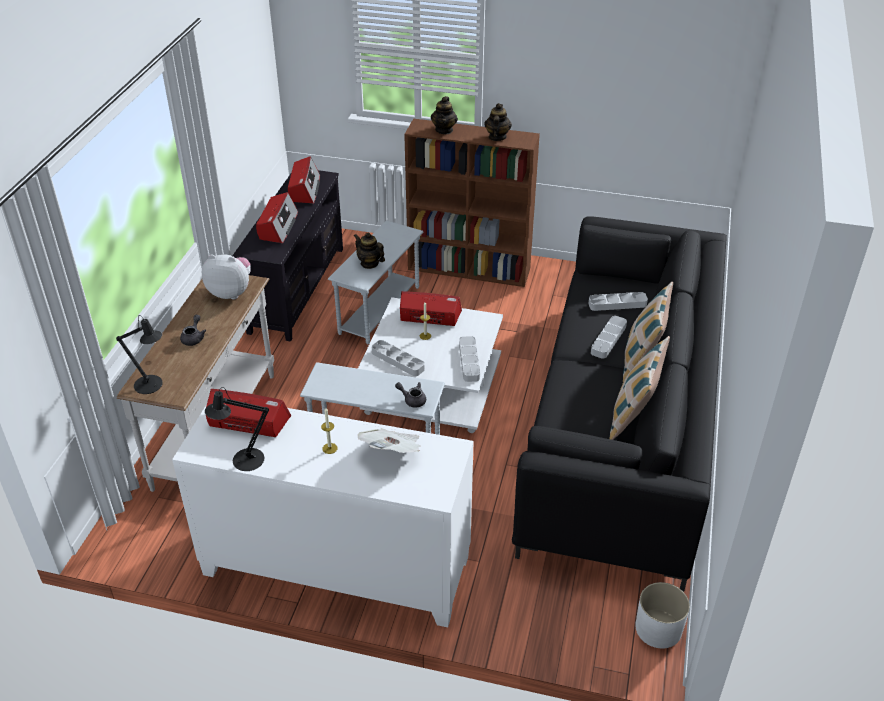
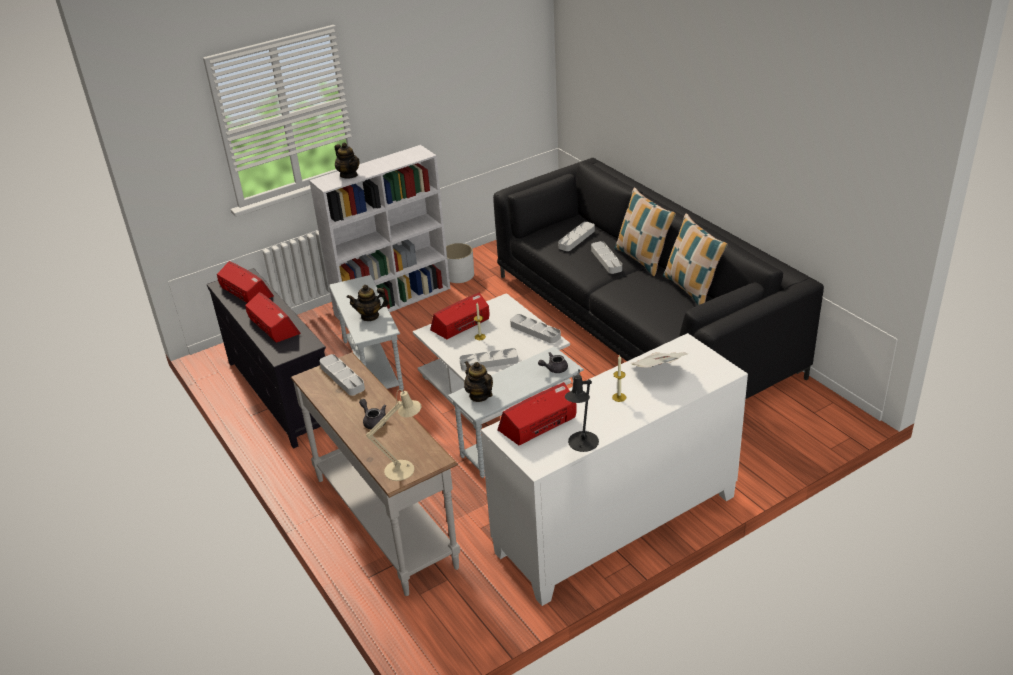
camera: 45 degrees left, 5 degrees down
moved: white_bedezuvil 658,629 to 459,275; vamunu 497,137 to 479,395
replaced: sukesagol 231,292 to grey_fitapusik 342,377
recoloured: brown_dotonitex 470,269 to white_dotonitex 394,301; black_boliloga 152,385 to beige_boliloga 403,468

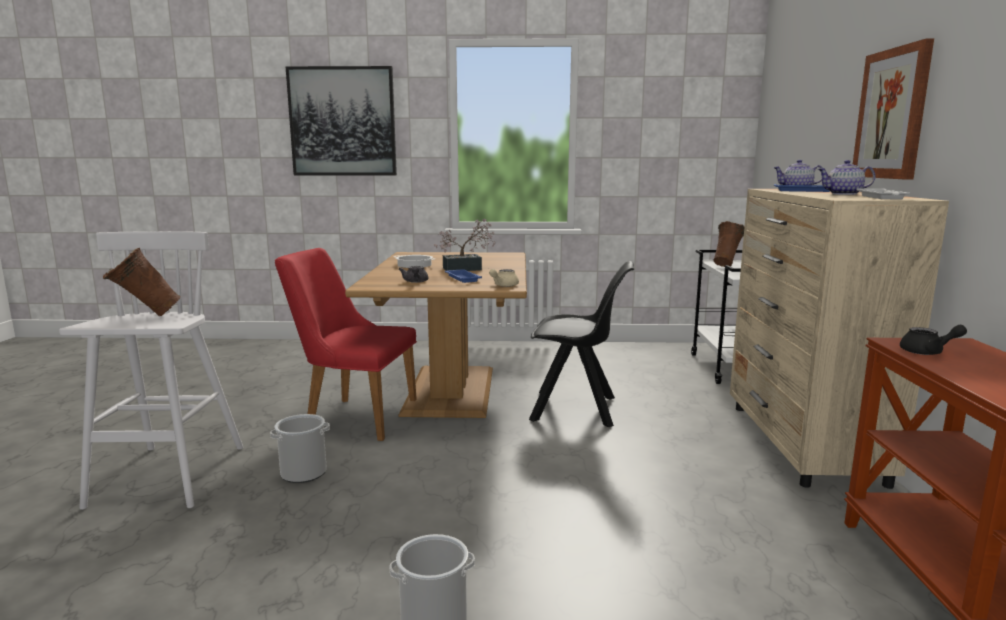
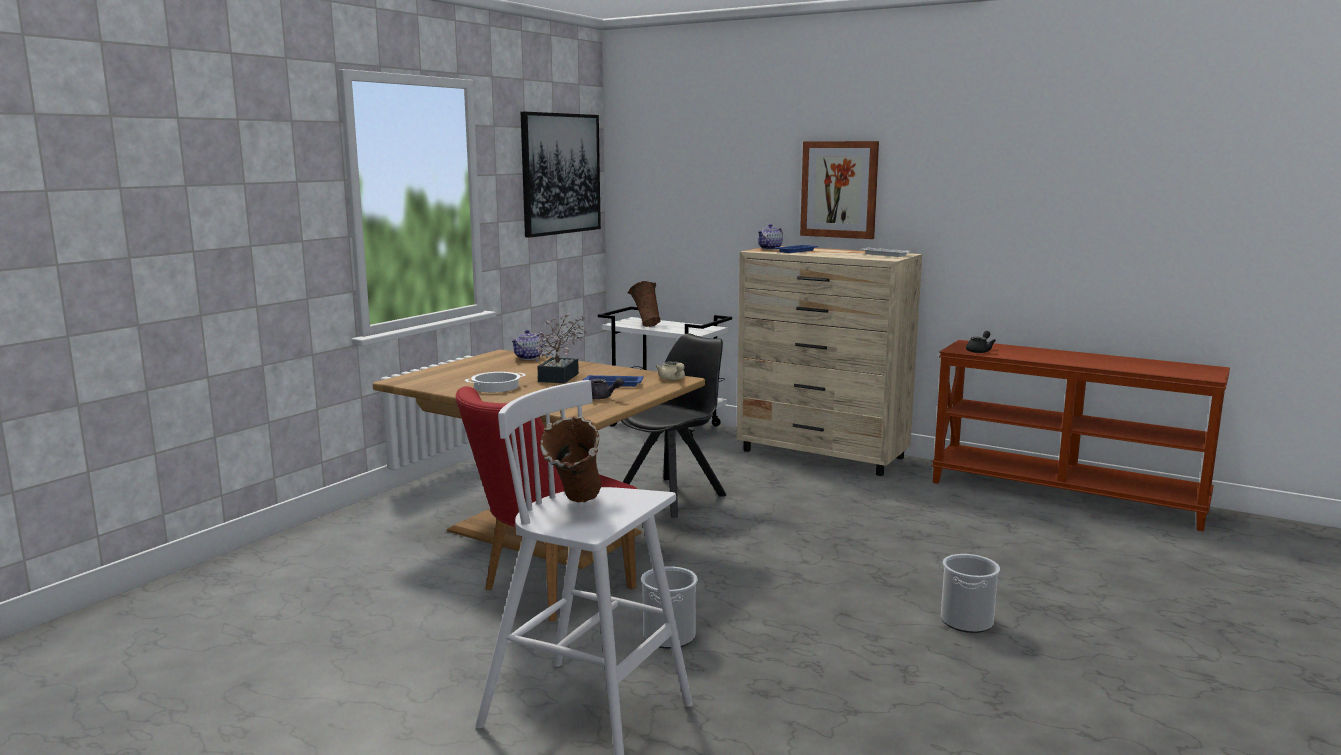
camera: 60 degrees left, 0 degrees up
moved: vamunu 843,194 to 529,358; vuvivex 342,122 to 560,174

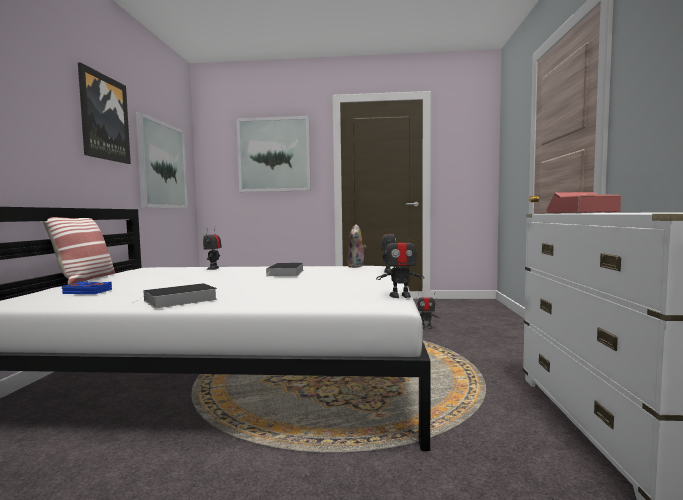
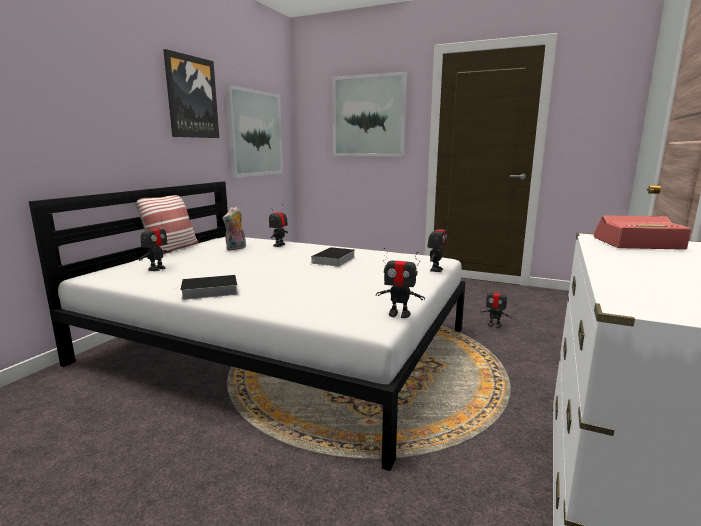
camera: 20 degrees right, 10 degrees up
moved: sukesagol 357,266 to 236,248
replaced: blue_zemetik 87,292 to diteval 157,269

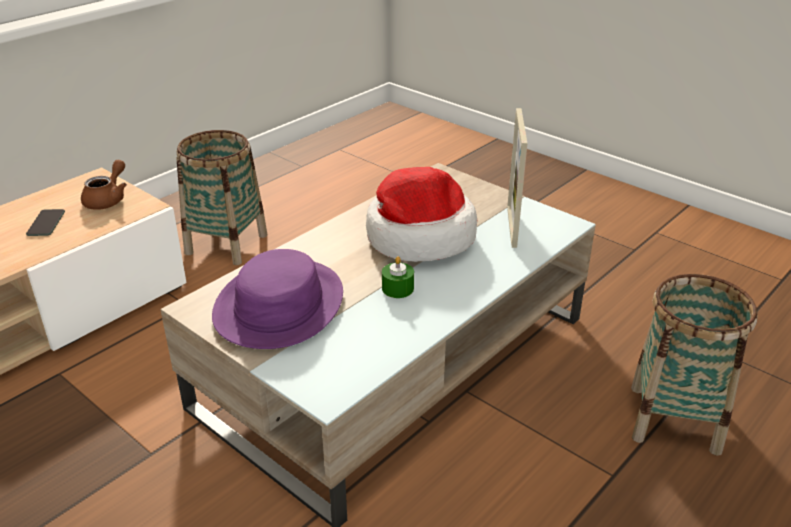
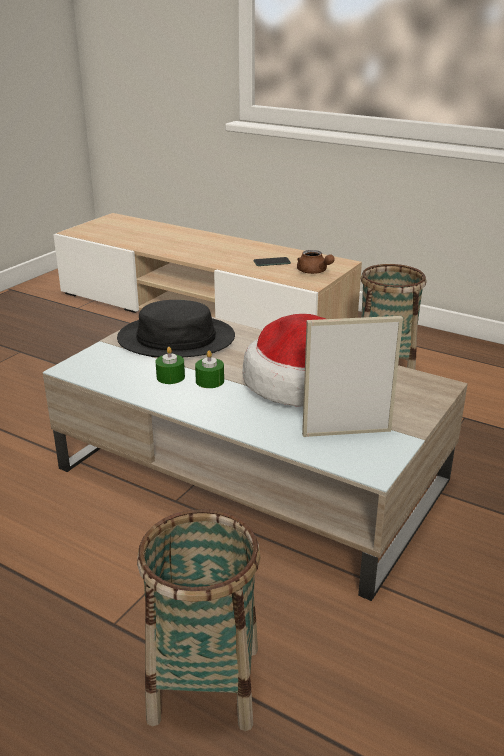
camera: 80 degrees right, 5 degrees down
added: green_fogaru 170,377
recoloured: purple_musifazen 278,305 to black_musifazen 176,339
turned: brown_vamunu 108,199 = 314,272 45 degrees clockwise

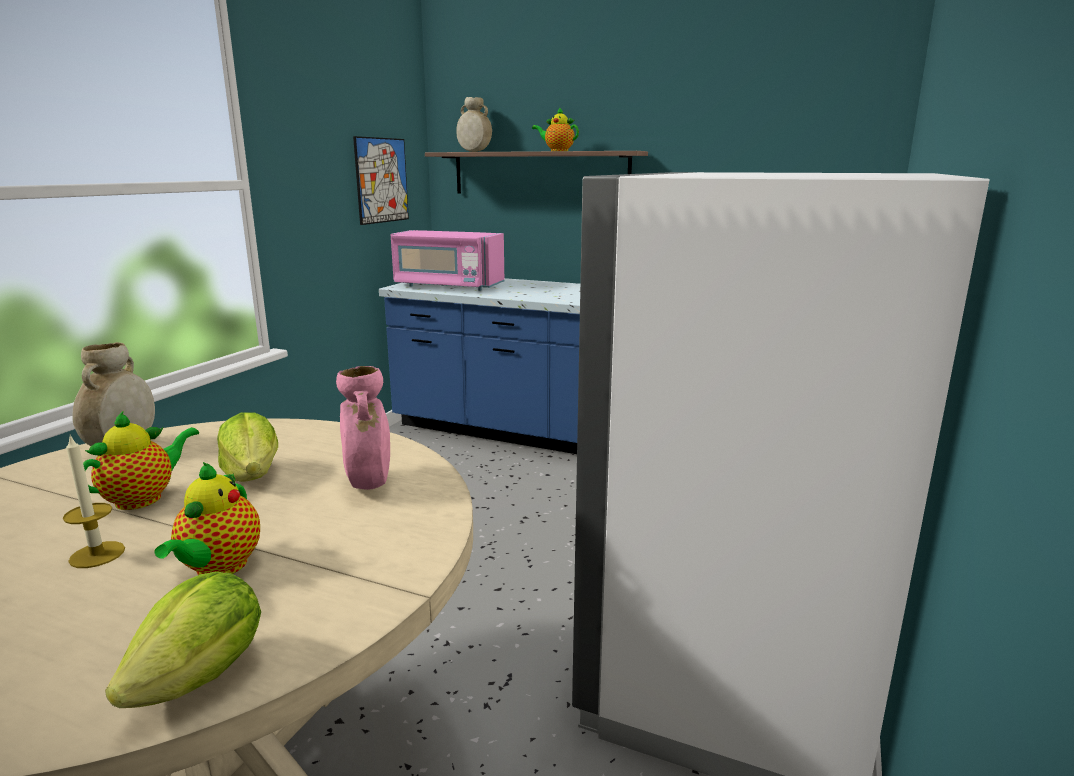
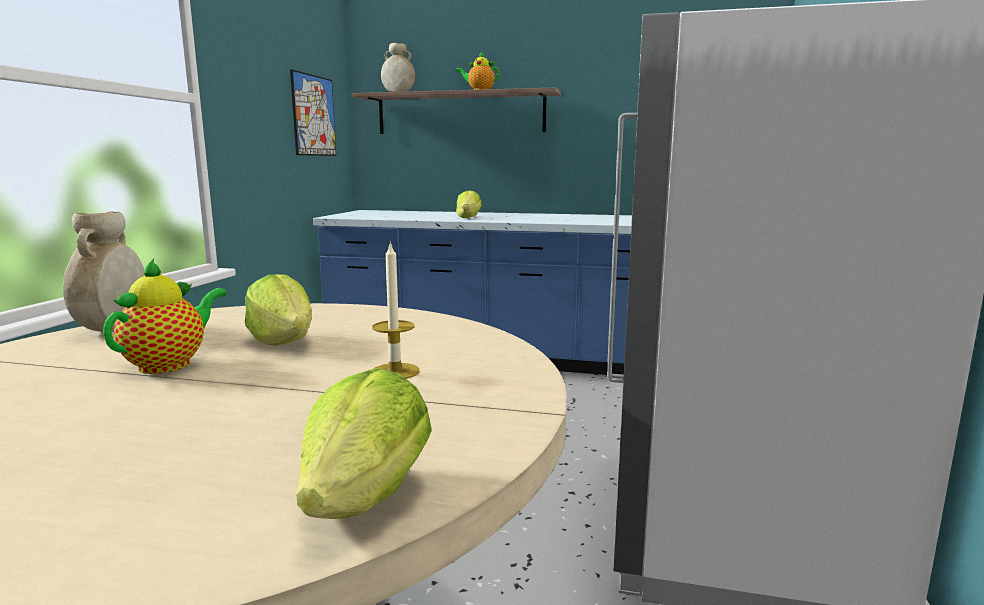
camera: 10 degrees left, 5 degrees down
removed: vamunu 218,568; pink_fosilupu 369,484; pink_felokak 447,286
added: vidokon 468,218
moved: fogaru 97,554 to 395,372

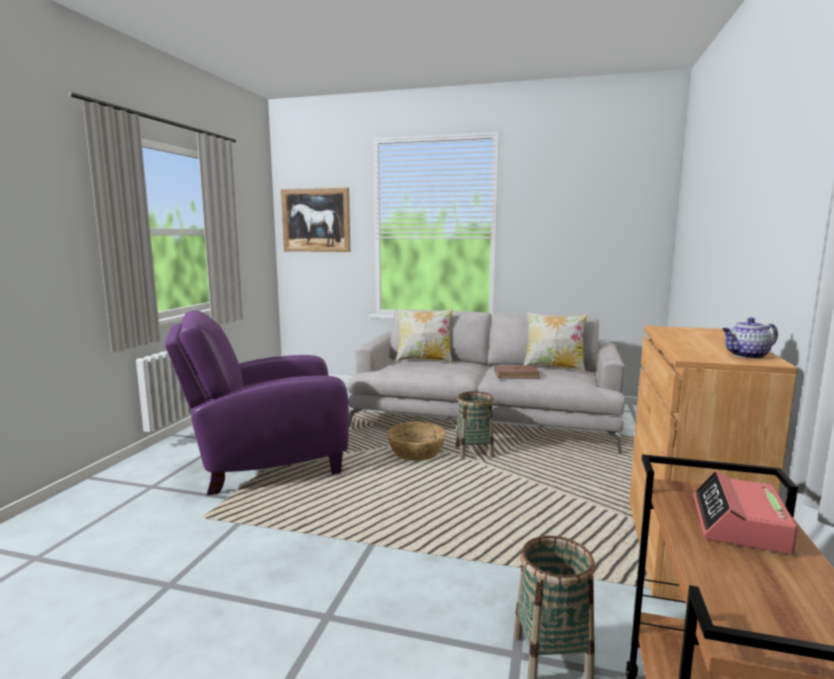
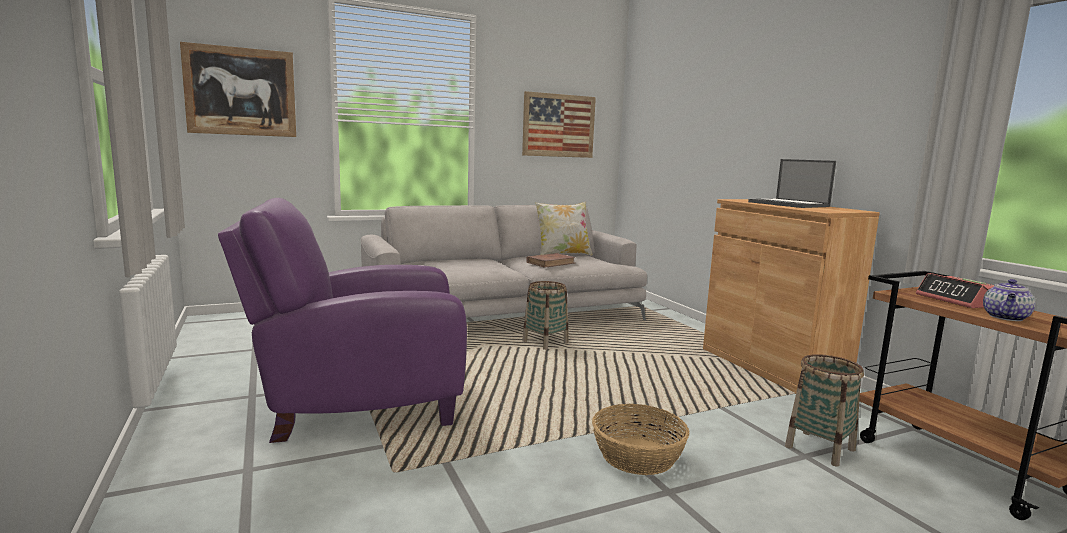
camera: 40 degrees left, 0 degrees up
removed: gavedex 424,360
added: vuvivex 558,125; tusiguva 789,204
moved: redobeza 416,452 to 637,455; vamunu 747,356 to 1006,317
turned: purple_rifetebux 265,463 = 357,403 45 degrees clockwise

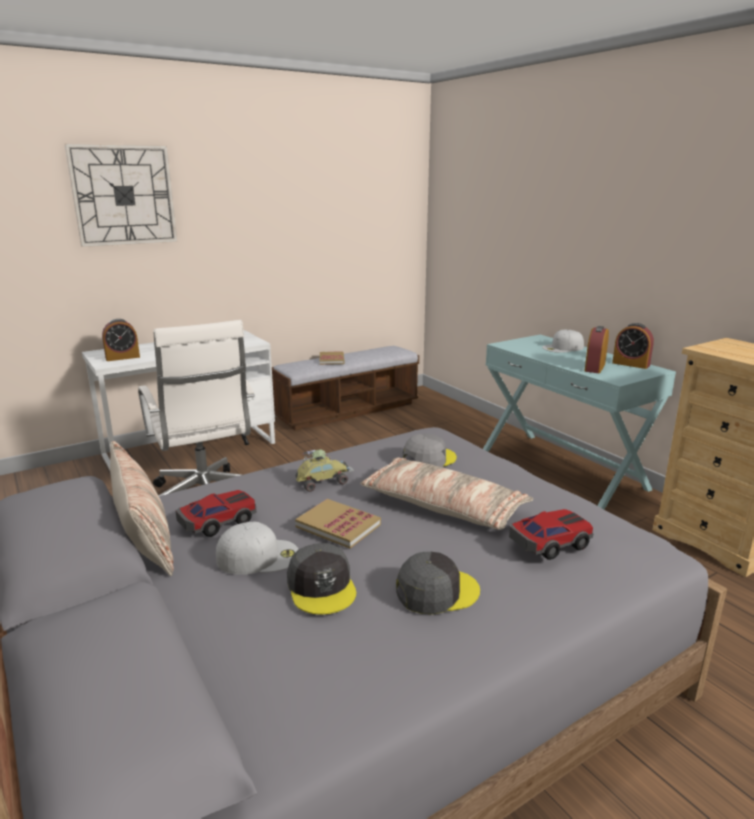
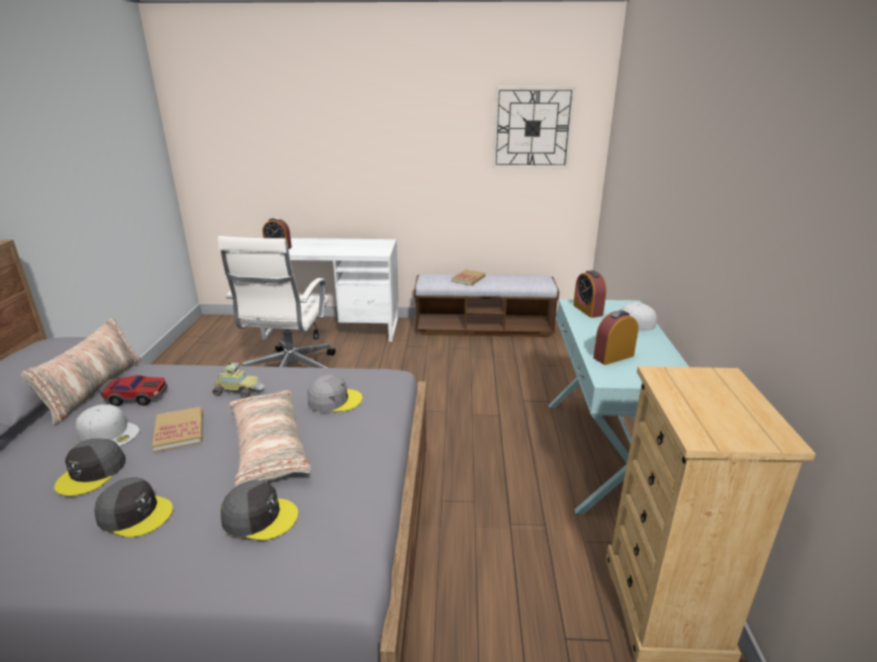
camera: 35 degrees right, 5 degrees up
moved: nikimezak 124,195 to 532,128; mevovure 630,364 to 587,310
replaced: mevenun 549,542 to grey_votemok 260,517

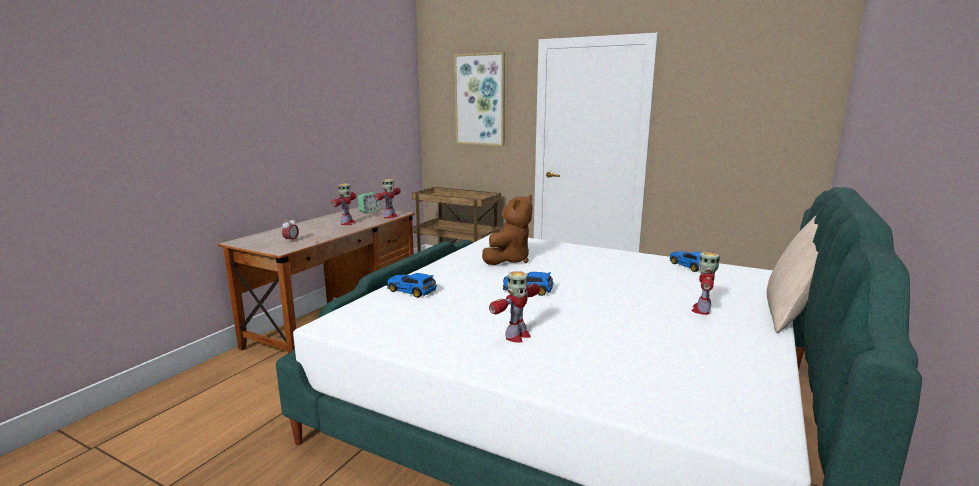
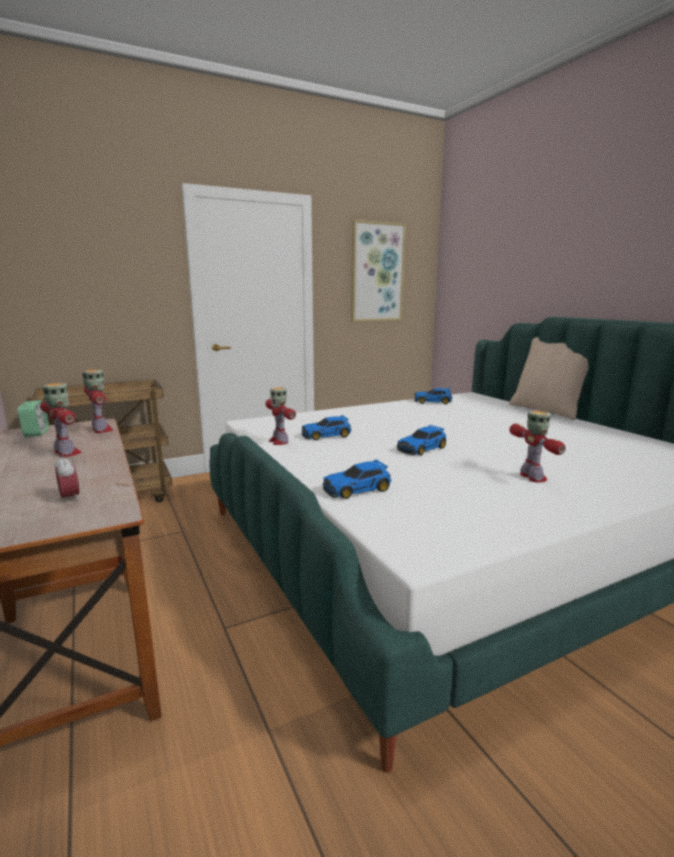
camera: 55 degrees left, 0 degrees up
moved: diteval 702,310 to 279,441; vuvivex 480,100 to 377,272
replaced: brown_sukesagol 508,260 to mevenun 327,435

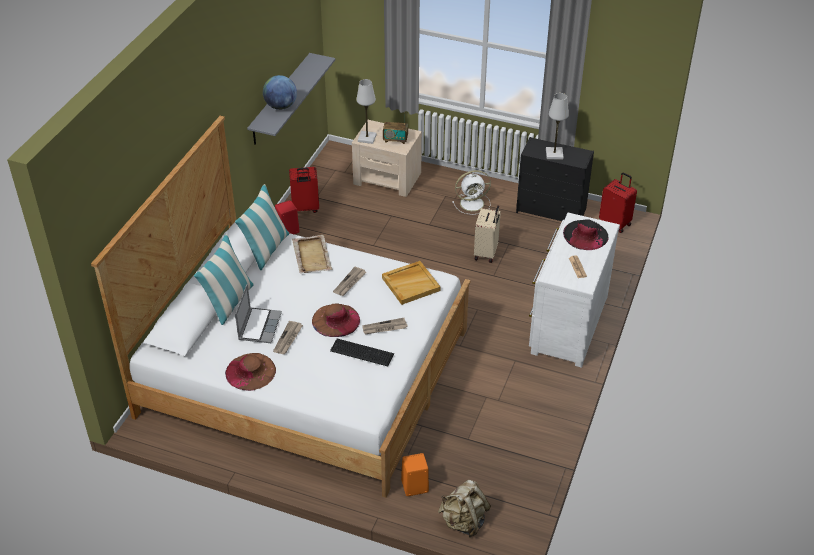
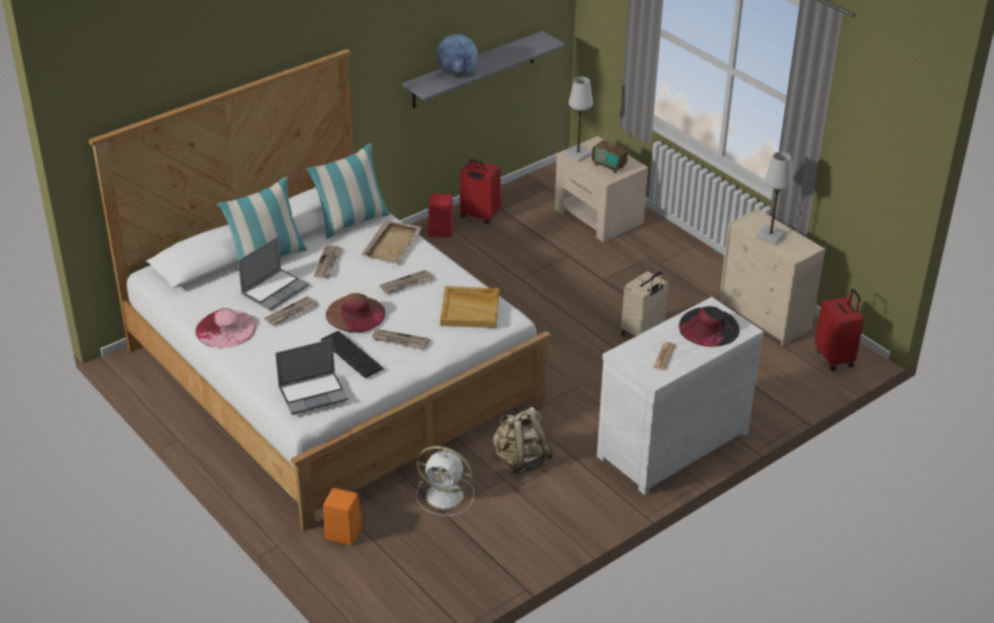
camera: 30 degrees right, 5 degrees down
added: tusiguva 313,394; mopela 328,263
moved: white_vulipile 473,203 to 446,496; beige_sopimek 463,521 to 521,460
recoloured: brown_musifazen 250,371 to pink_musifazen 226,329; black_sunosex 552,211 to beige_sunosex 765,316

